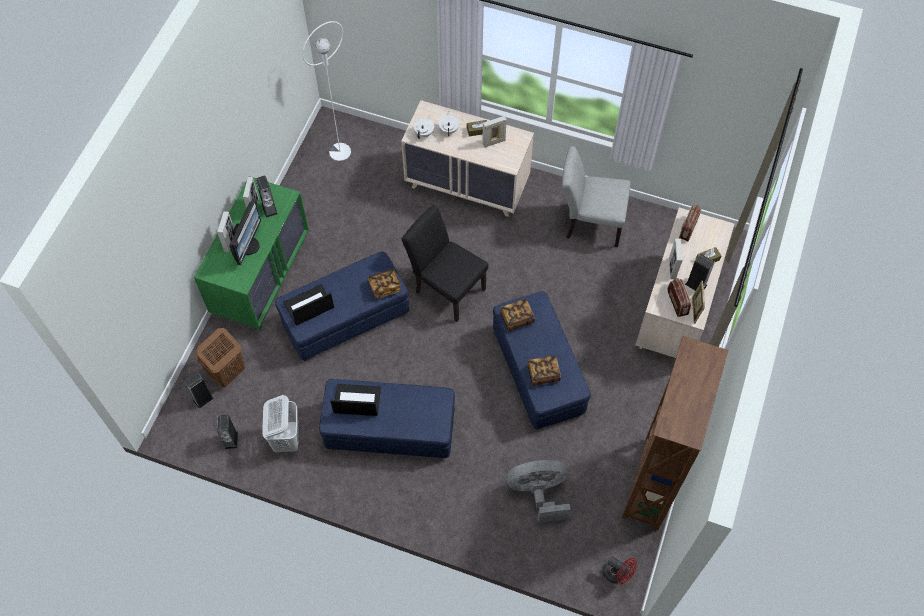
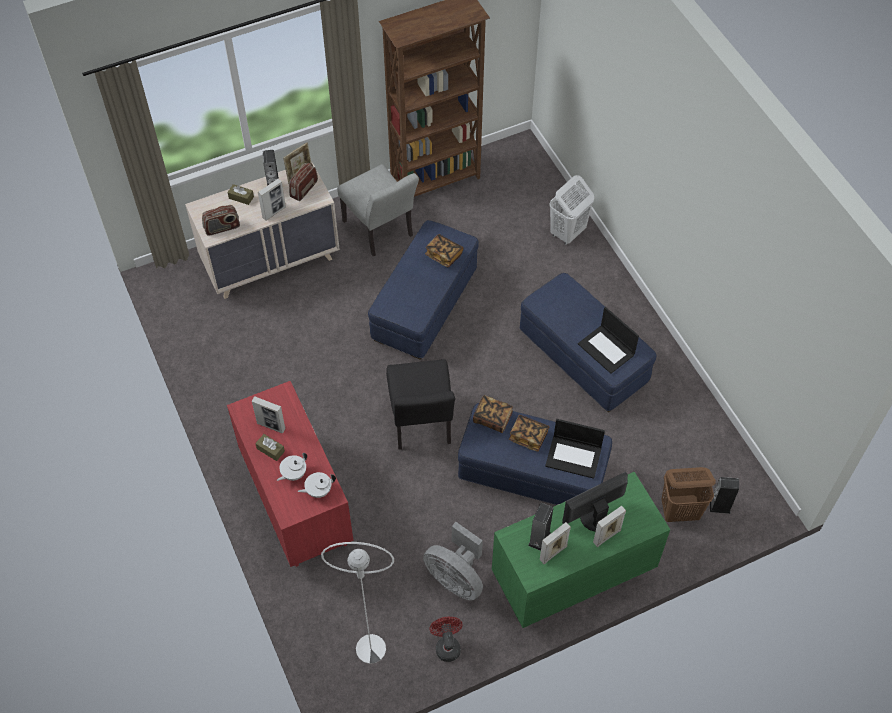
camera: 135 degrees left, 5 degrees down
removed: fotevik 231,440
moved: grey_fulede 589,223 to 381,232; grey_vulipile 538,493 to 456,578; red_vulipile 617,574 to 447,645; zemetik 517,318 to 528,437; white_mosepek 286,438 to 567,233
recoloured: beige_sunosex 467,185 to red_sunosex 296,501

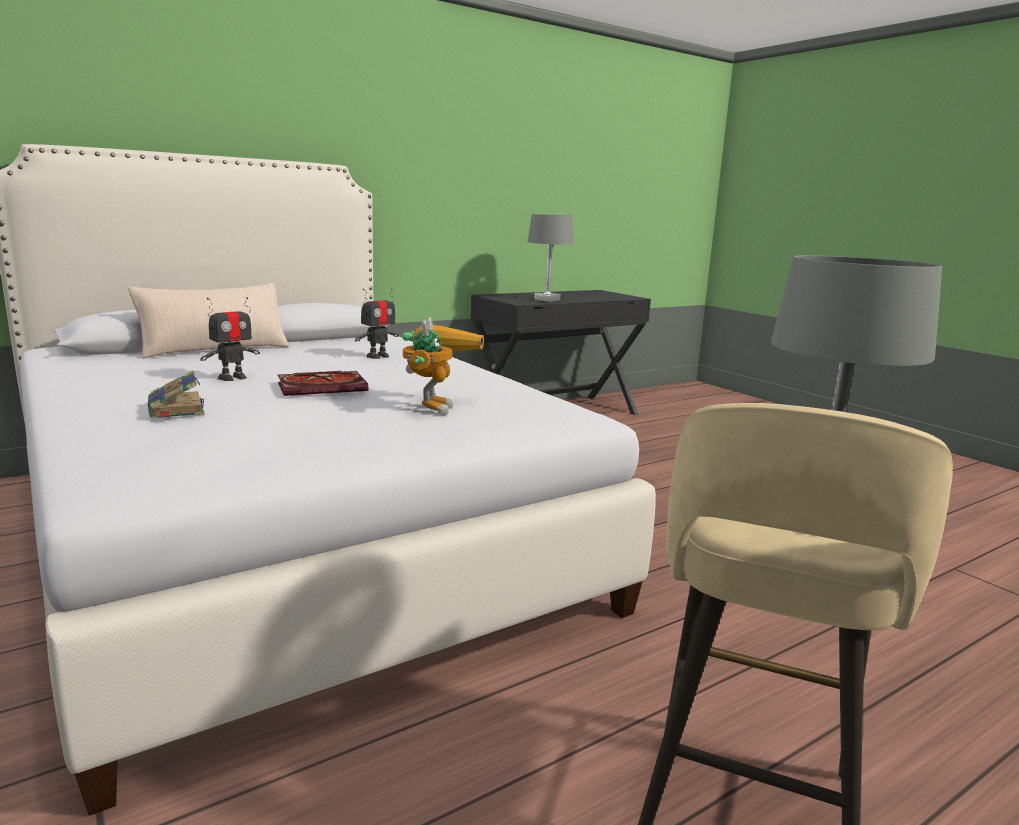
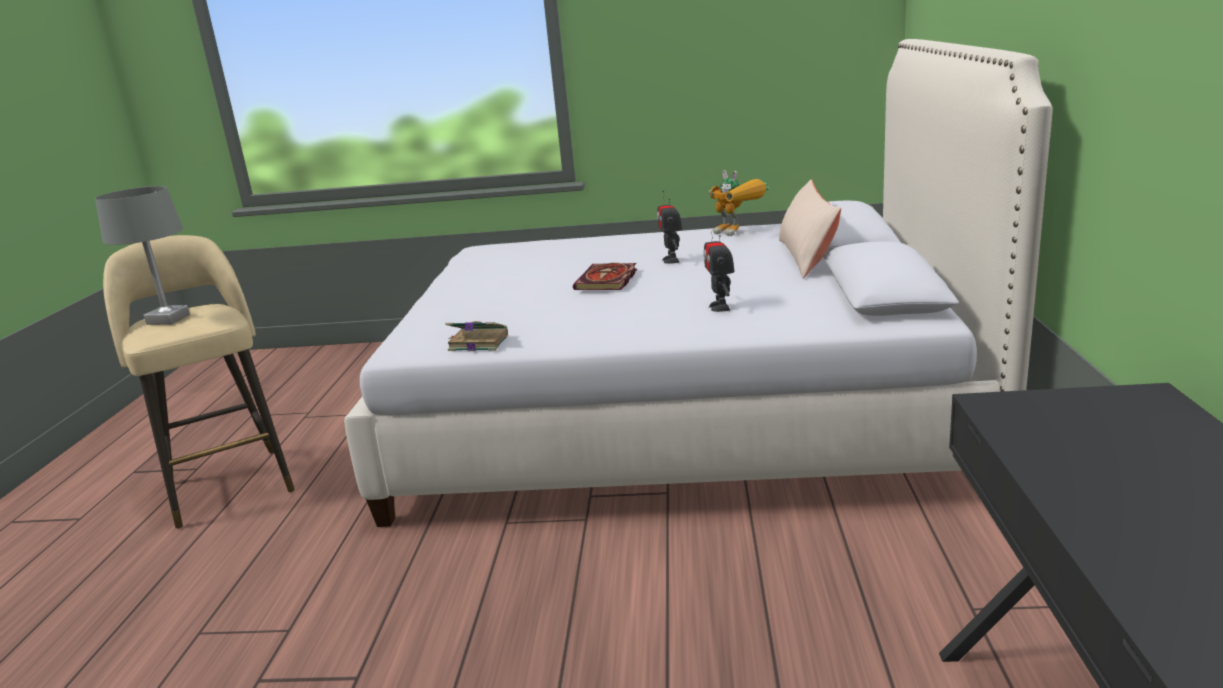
camera: 130 degrees right, 5 degrees up
removed: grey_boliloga 547,300
moved: zemetik 176,409 to 477,343; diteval 434,405 to 738,233

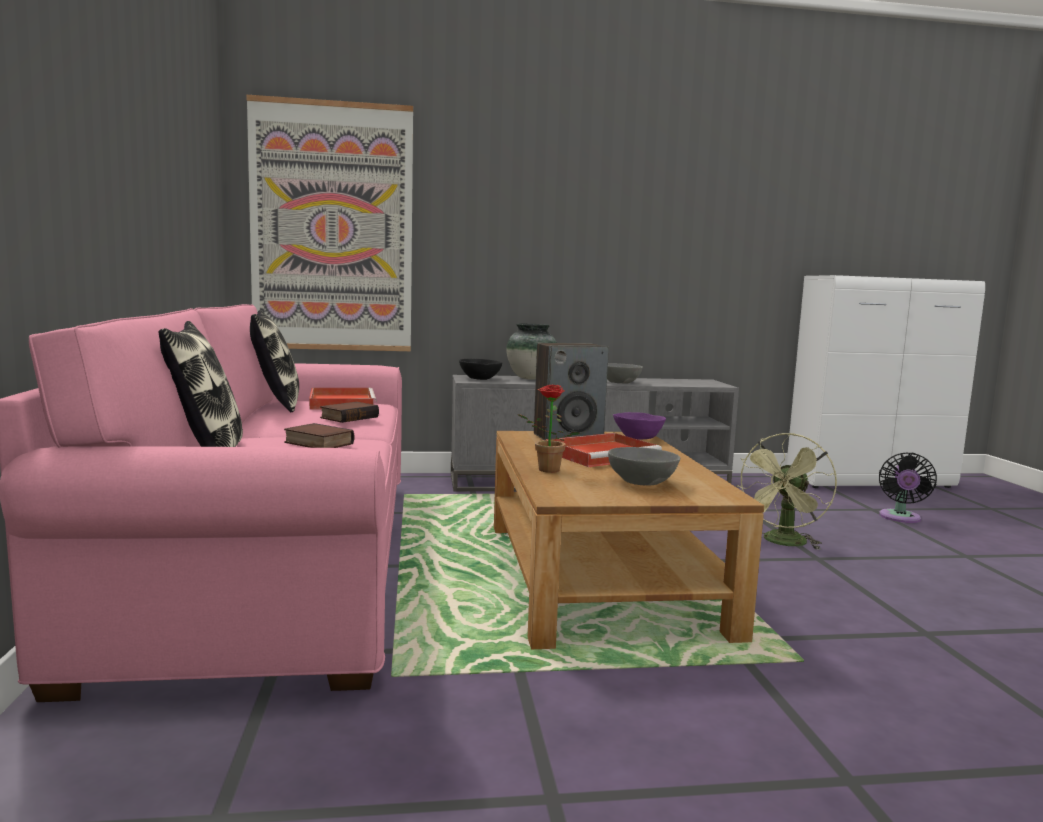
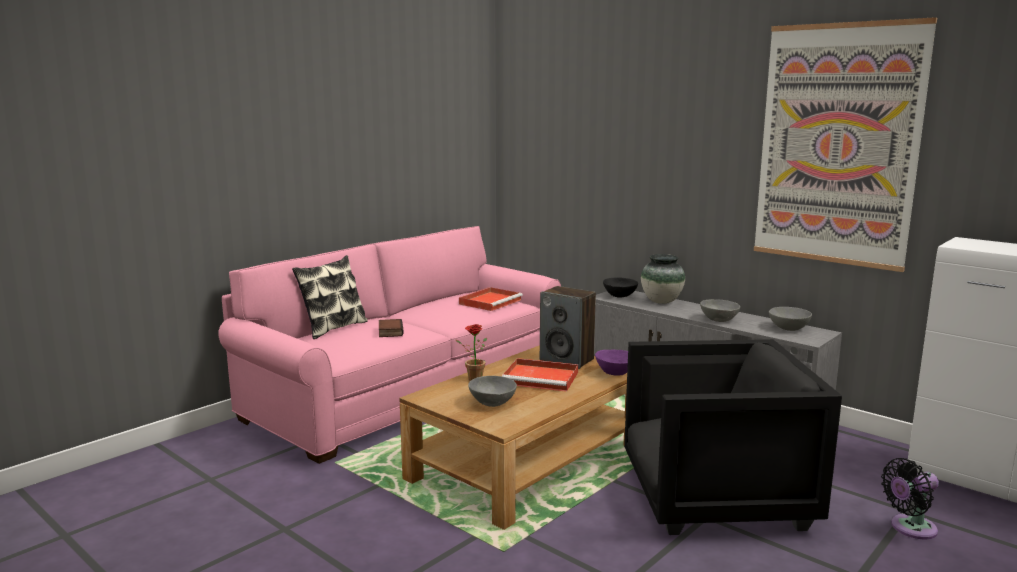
camera: 50 degrees right, 5 degrees up
removed: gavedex 276,404; zemetik 349,417
added: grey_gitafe 788,328
moved: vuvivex 332,228 to 837,145
replaced: green_vulipile 783,543 to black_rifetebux 714,497

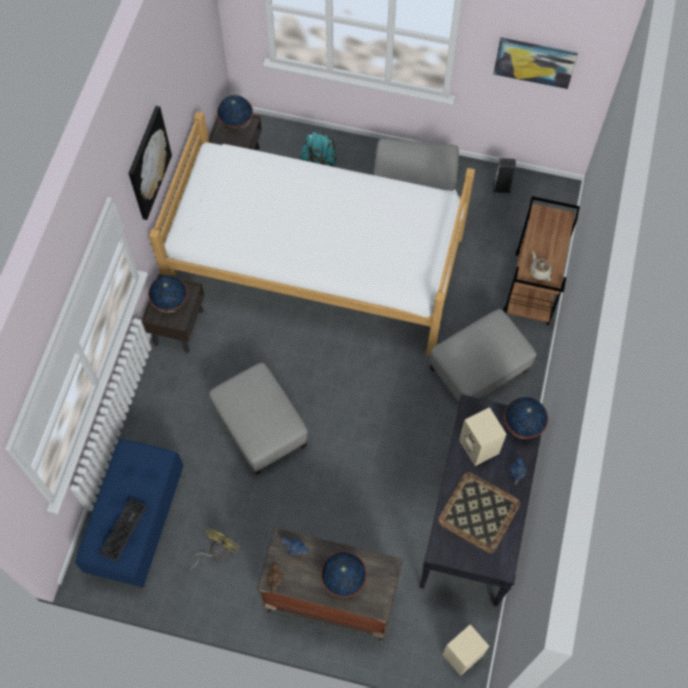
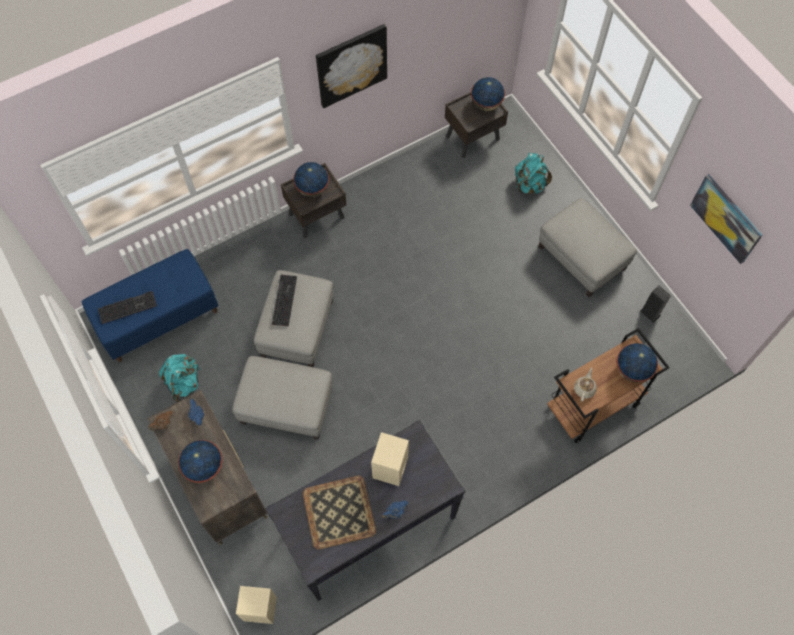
camera: 45 degrees right, 0 degrees up
removed: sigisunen 317,265
added: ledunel 283,299
moved: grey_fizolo 479,370 to 286,406; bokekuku 523,425 to 632,370
replaced: yellow_vulipile 216,552 to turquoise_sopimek 184,382

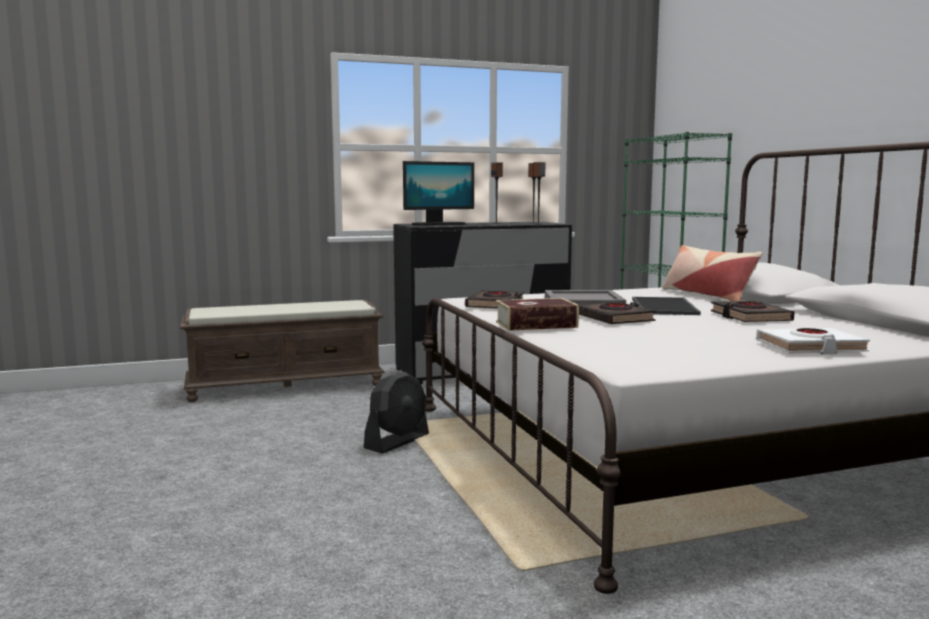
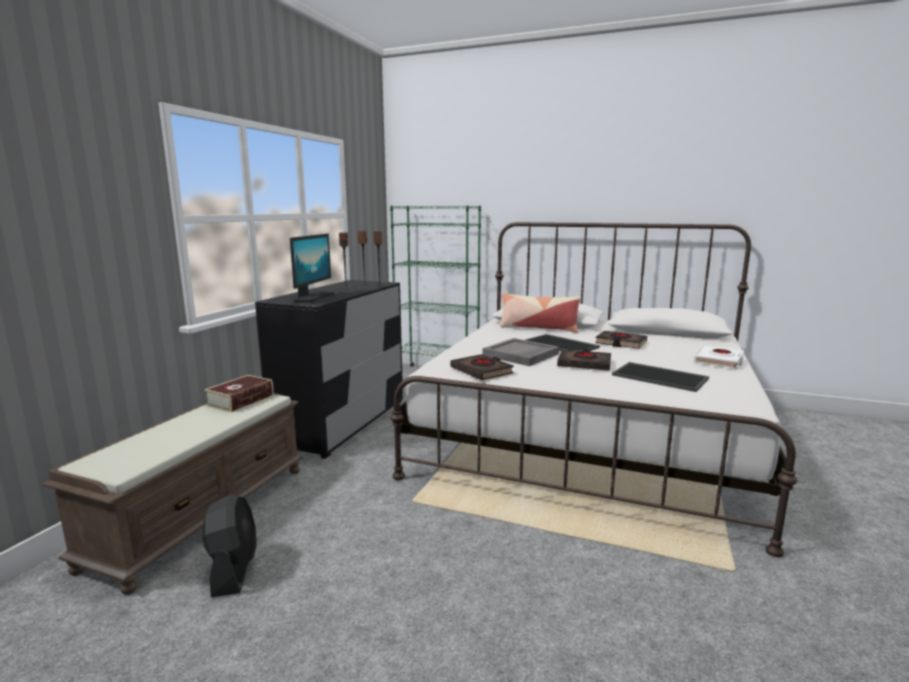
camera: 50 degrees left, 5 degrees up
added: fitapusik 661,377
moved: black_vulipile 397,441 to 233,569; zemetik 536,324 to 241,400

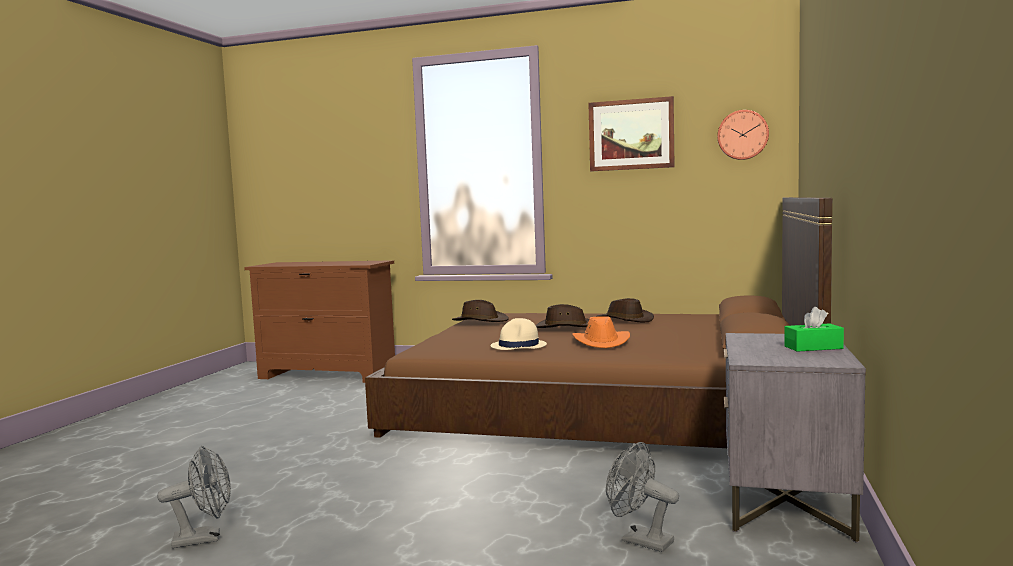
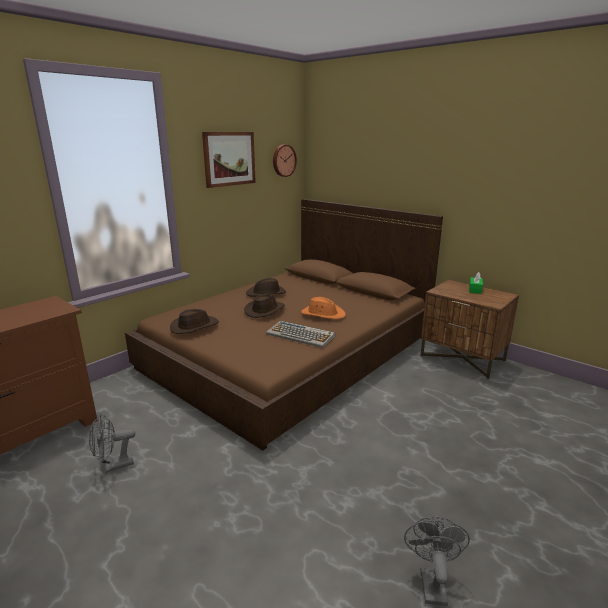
camera: 65 degrees left, 15 degrees up
moved: grey_vulipile 640,540 to 113,466
replaced: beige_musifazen 519,346 to ledunel 301,335
recoloured: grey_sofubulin 786,502 to brown_sofubulin 463,358

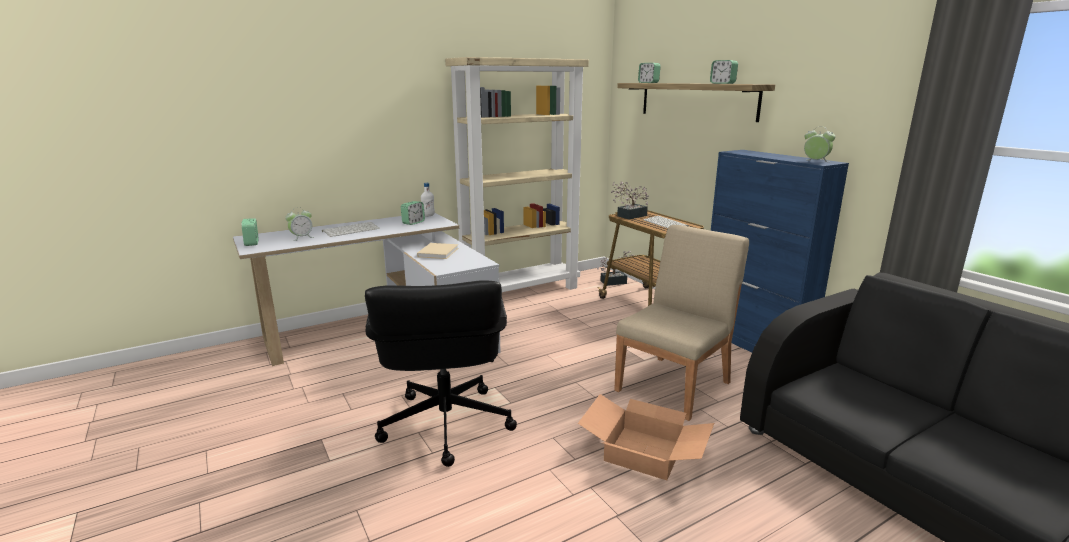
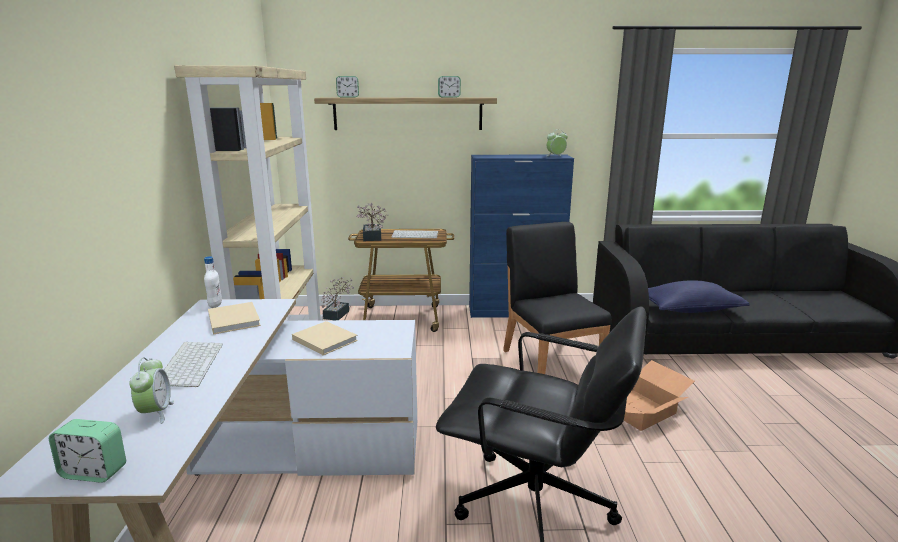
camera: 60 degrees left, 0 degrees up
added: blue_gavedex 689,310
replaced: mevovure 413,222 to beige_zemetik 233,319
recoloured: beige_fulede 674,386 to black_fulede 551,361

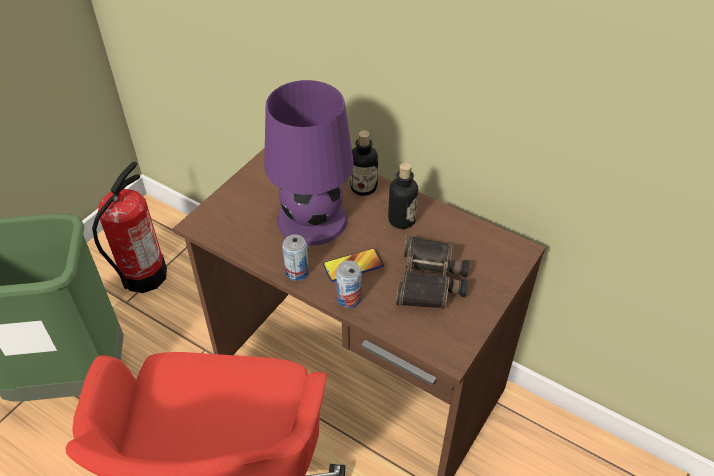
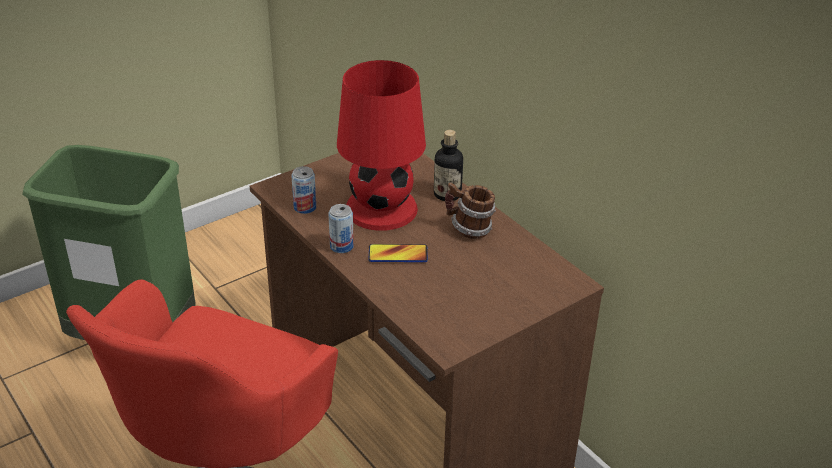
camera: 20 degrees right, 10 degrees down
removed: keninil 143,276; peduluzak 431,280
moved: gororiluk 349,298 to 305,207
replaced: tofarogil 401,220 to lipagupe 468,229
recoloured: purple_boliloga 313,219 to red_boliloga 382,208

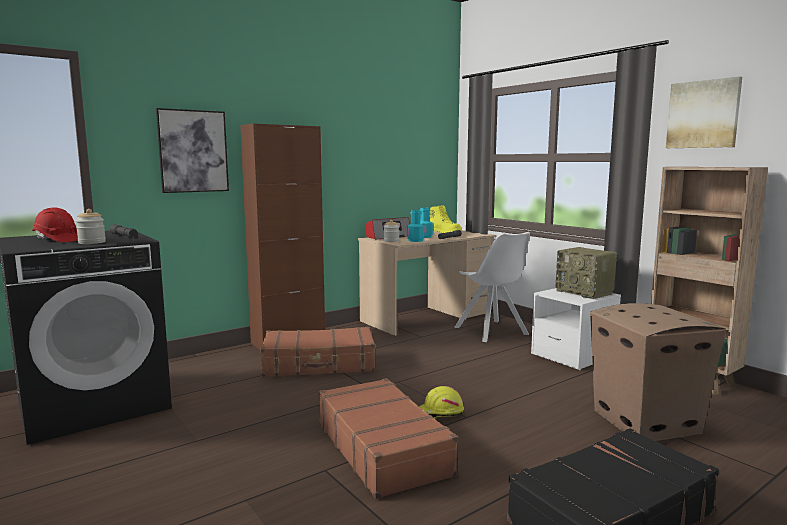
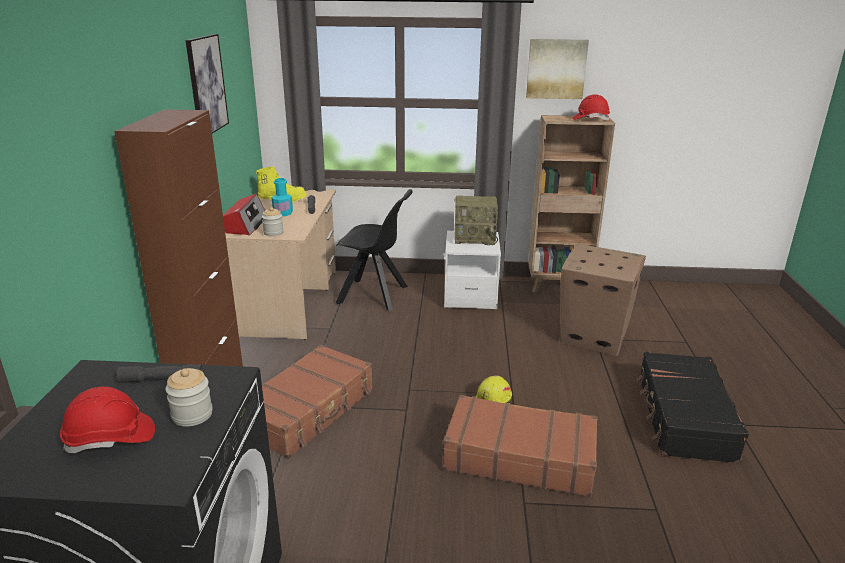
camera: 50 degrees left, 15 degrees up
removed: turquoise_tofarogil 415,240
added: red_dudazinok 590,119
moved: vuvivex 193,151 to 206,85
recoloured: white_fulede 492,332 to black_fulede 374,295

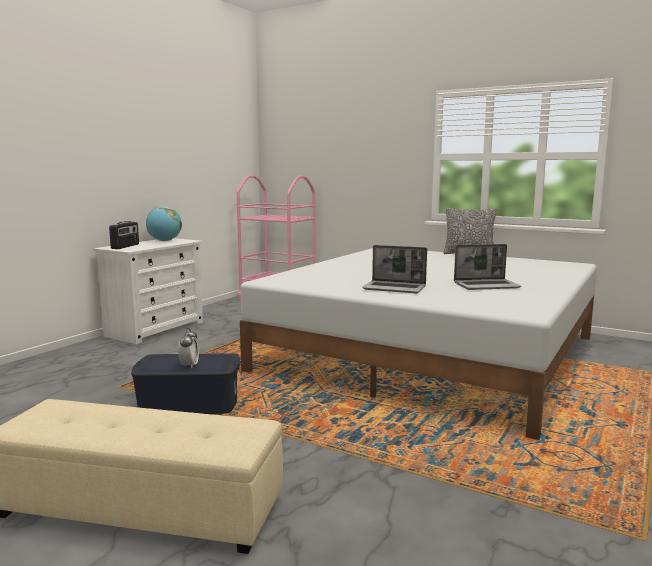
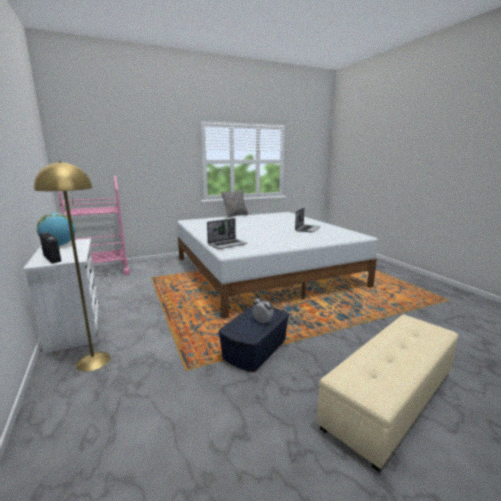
camera: 55 degrees left, 5 degrees up
added: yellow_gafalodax 93,361
moved: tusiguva 395,288 to 227,244

